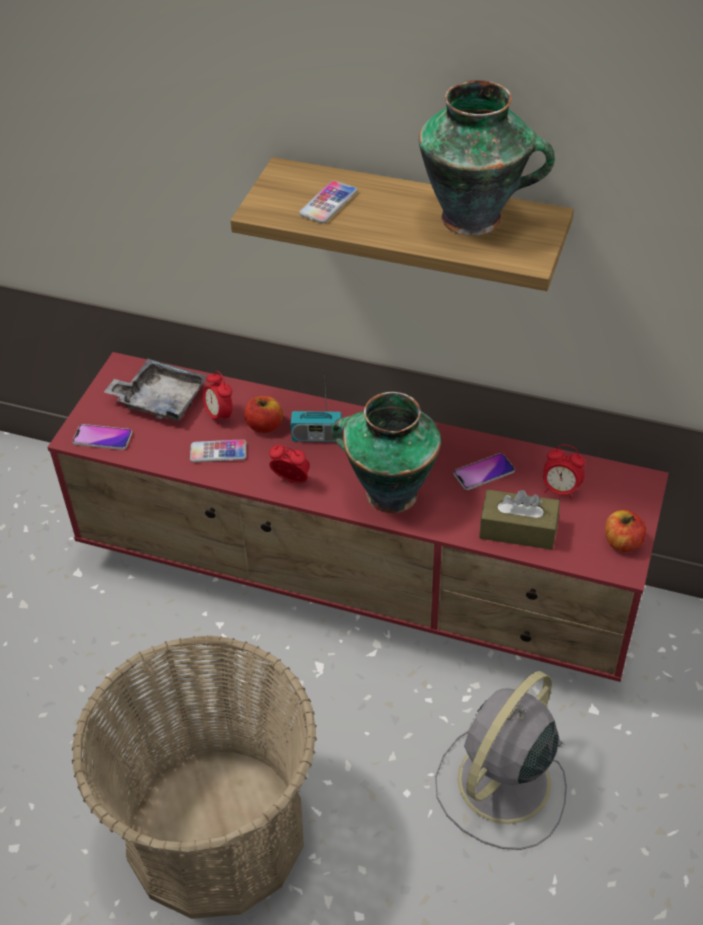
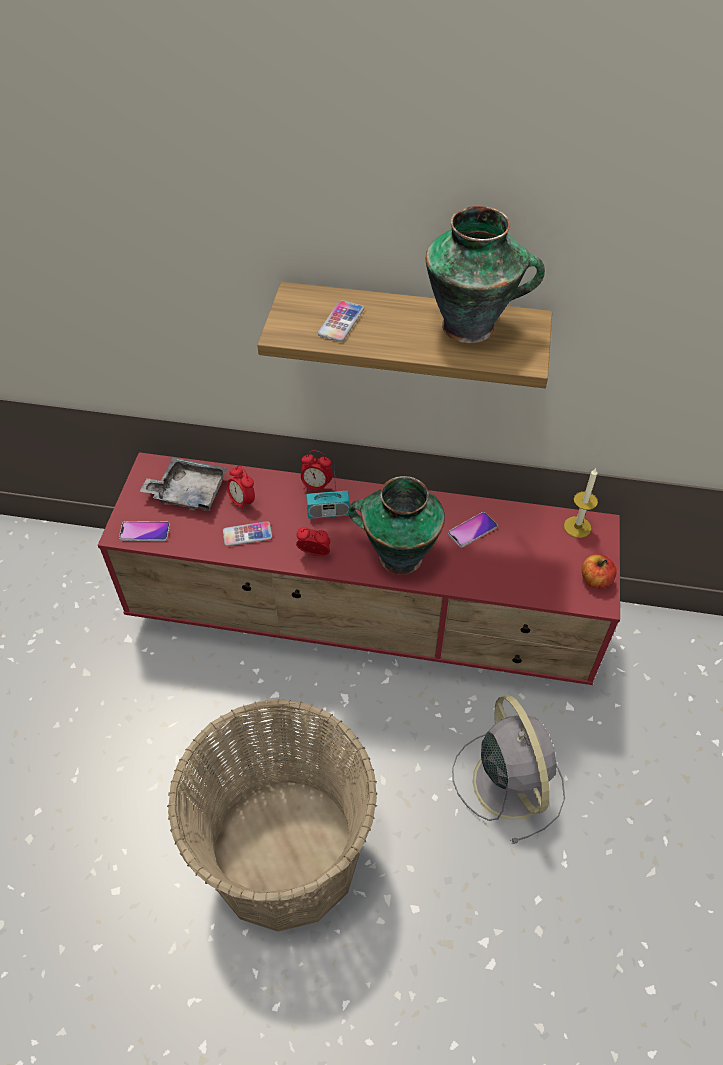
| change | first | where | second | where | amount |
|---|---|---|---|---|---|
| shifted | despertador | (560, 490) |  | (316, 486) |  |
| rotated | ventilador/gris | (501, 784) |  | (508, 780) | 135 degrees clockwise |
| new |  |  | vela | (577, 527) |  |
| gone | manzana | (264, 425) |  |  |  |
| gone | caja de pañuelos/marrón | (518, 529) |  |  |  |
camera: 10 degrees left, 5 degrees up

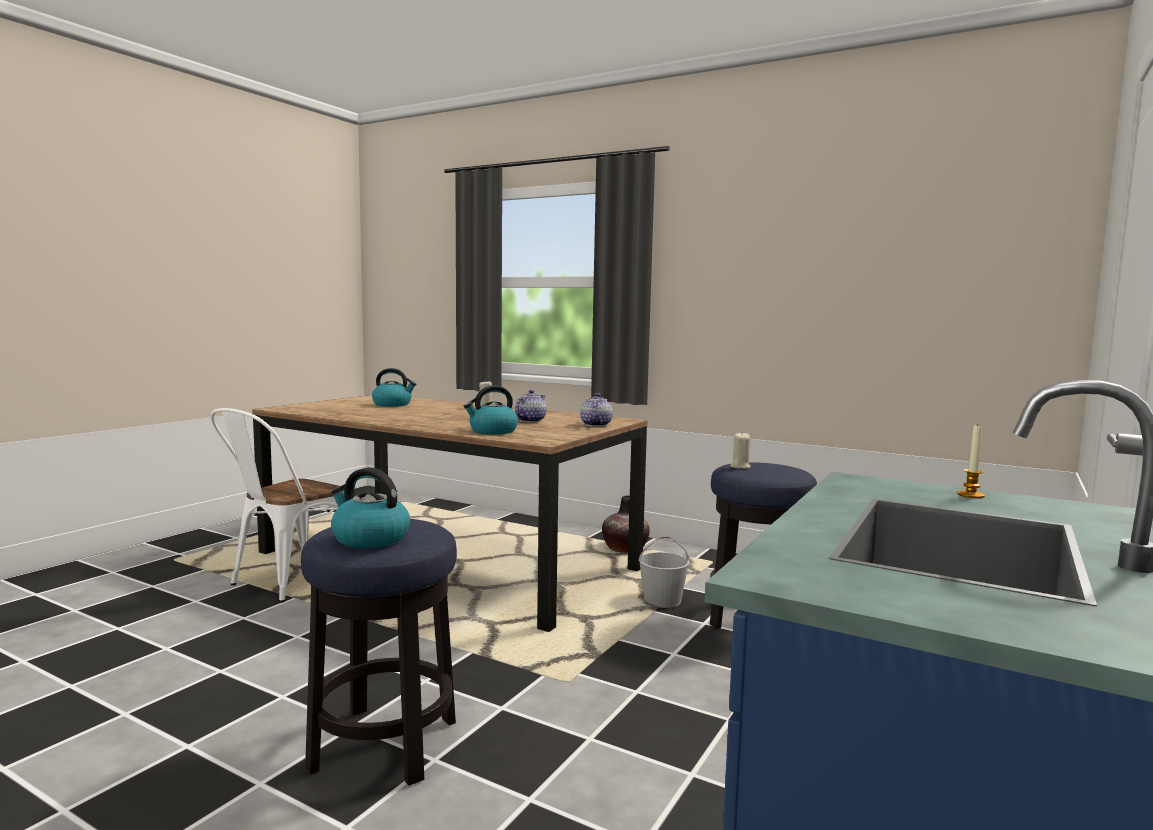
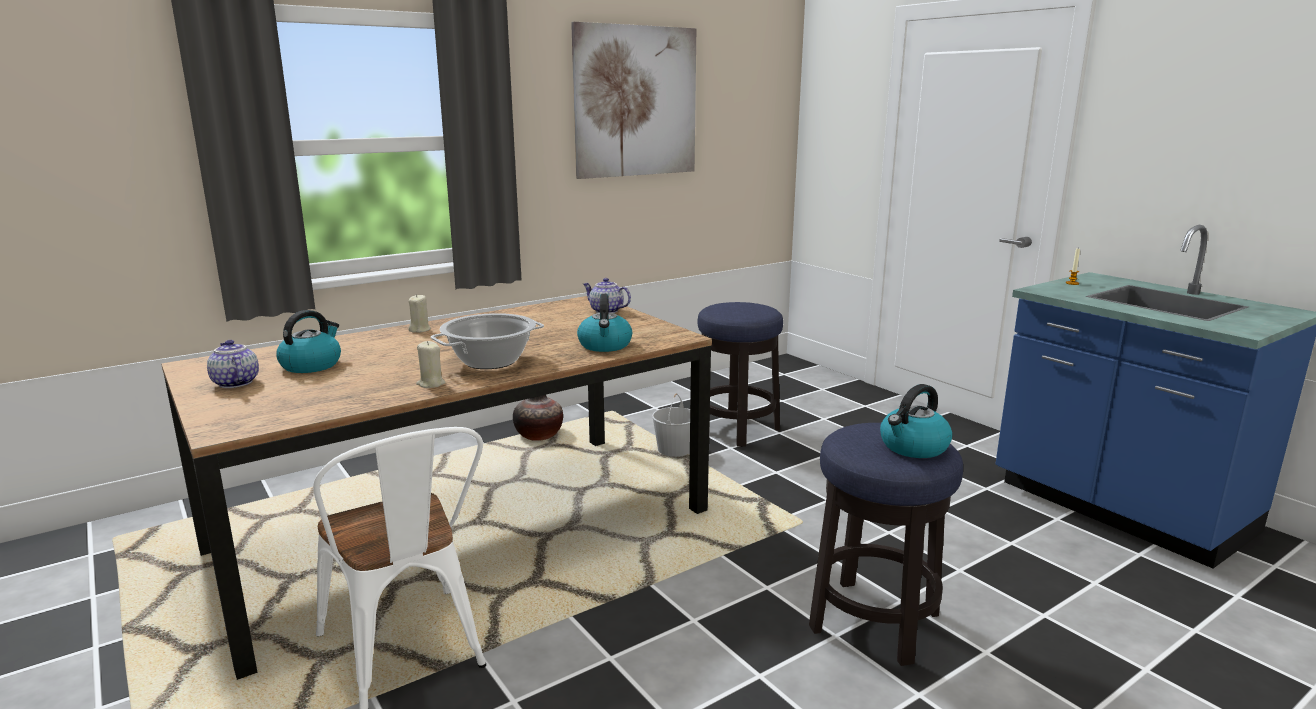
| change | first | where | second | where | amount |
|---|---|---|---|---|---|
| shifted | tetera | (530, 420) |  | (234, 383) |  |
| shifted | vela/beis | (740, 467) |  | (431, 384) |  |
| new |  |  | olla | (490, 361) |  |
| new |  |  | cuadro | (636, 102) |  |
camera: 65 degrees left, 10 degrees up

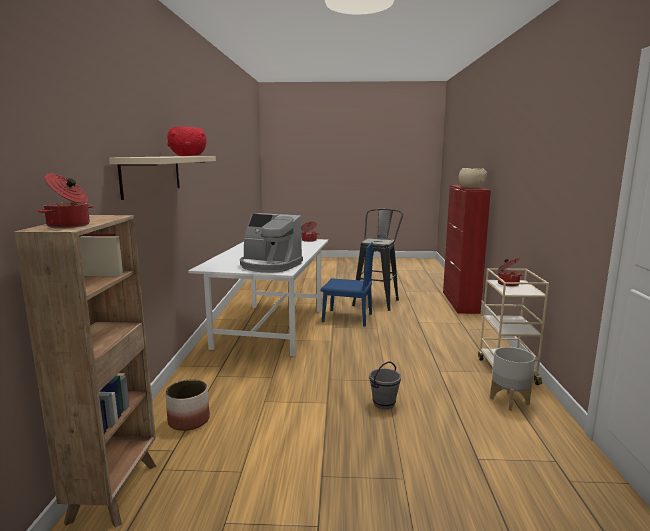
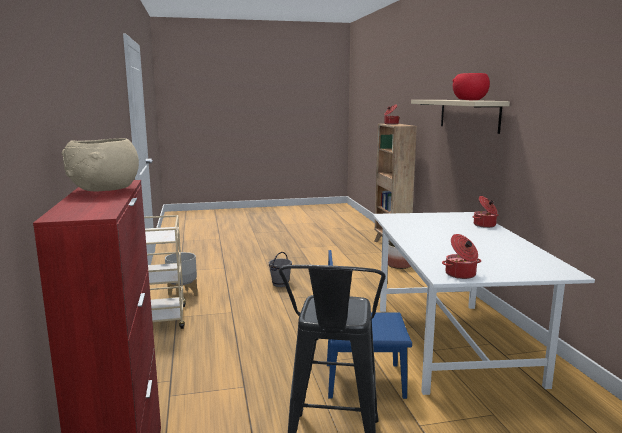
| change | first | where | second | where | amount |
|---|---|---|---|---|---|
| shifted | olla | (507, 283) |  | (485, 225) |  |
| gone | cafetera | (270, 265) |  |  |  |
camera: 165 degrees right, 0 degrees up

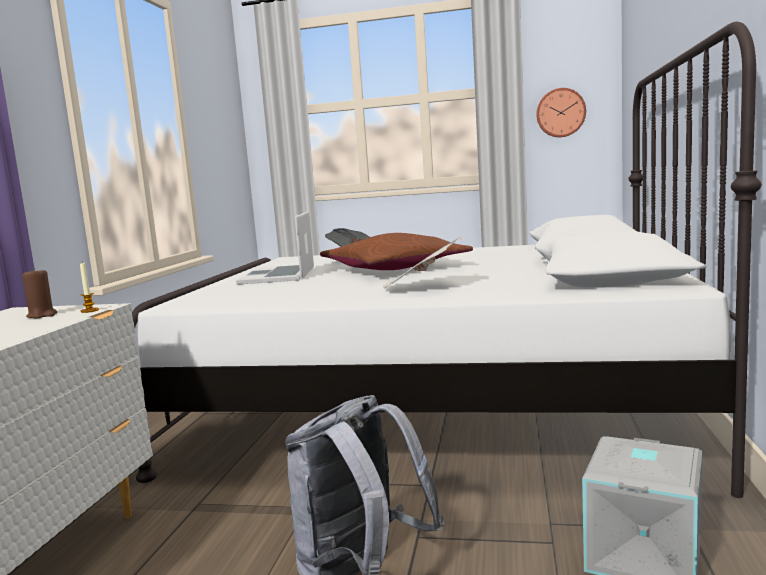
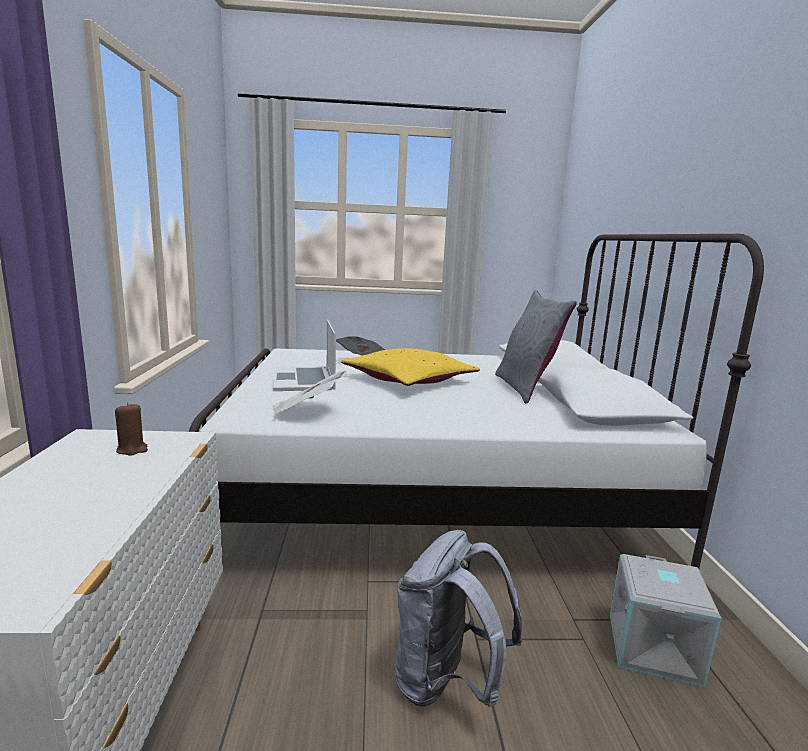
| change | first | where | second | where | amount |
|---|---|---|---|---|---|
| shifted | periódico | (420, 287) |  | (306, 412) |  |
| repainted | cojín/marrón | (394, 268) | cojín/amarillo | (409, 380) |  |
| new |  |  | cojín/gris | (526, 388) |  |
| gone | vela | (89, 311) |  |  |  |
| gone | reloj de pared | (560, 113) |  |  |  |
camera: 15 degrees left, 5 degrees up

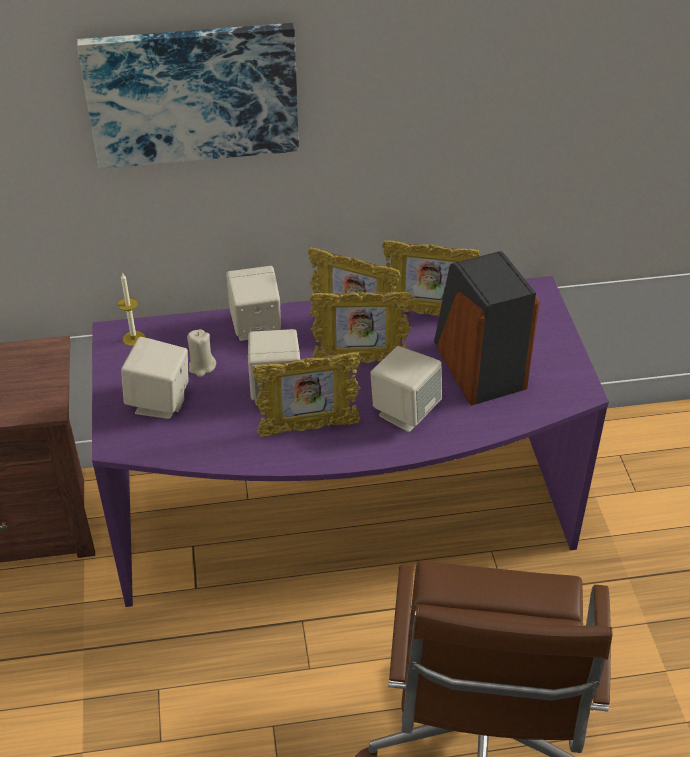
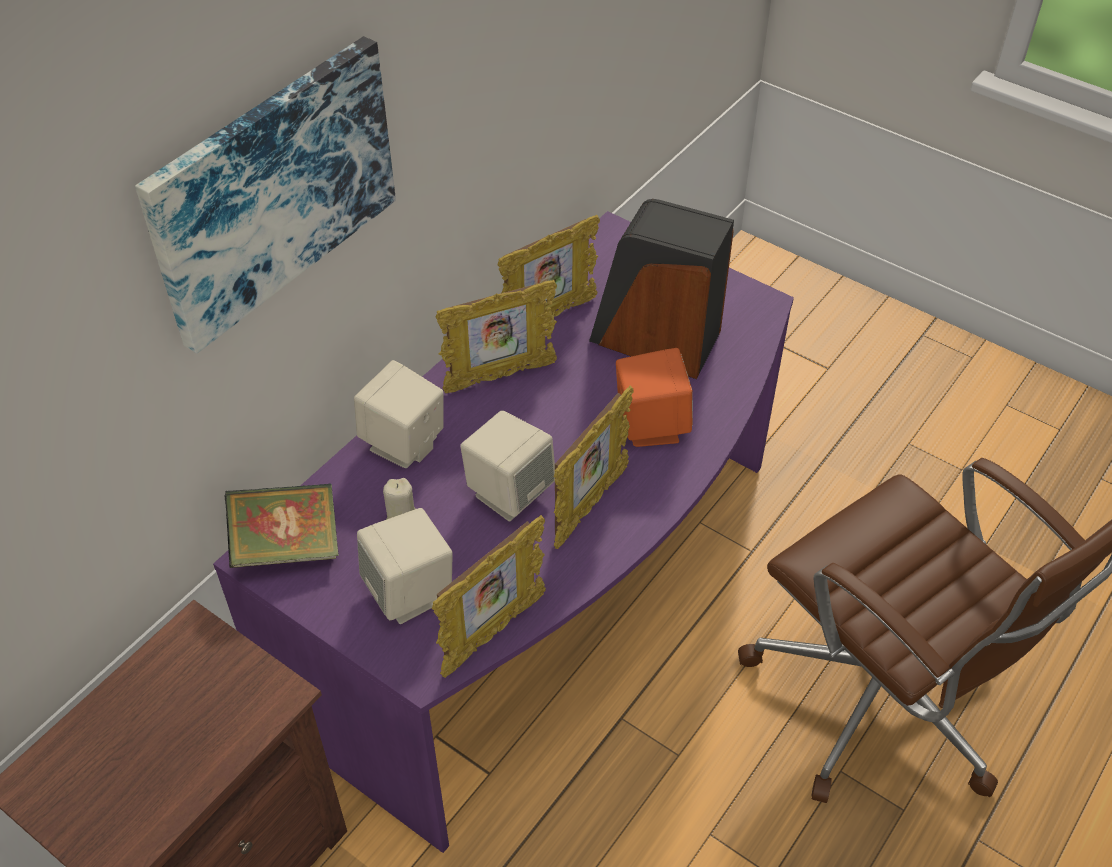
| change | first | where | second | where | amount |
|---|---|---|---|---|---|
| swapped | vela | (133, 338) | libro | (287, 547) |  |
| shifted | portarretratos | (360, 362) |  | (492, 633) |  |
| repainted | altavoz/beis | (405, 411) | altavoz/naranja | (650, 425) |  |
camera: 45 degrees left, 5 degrees up

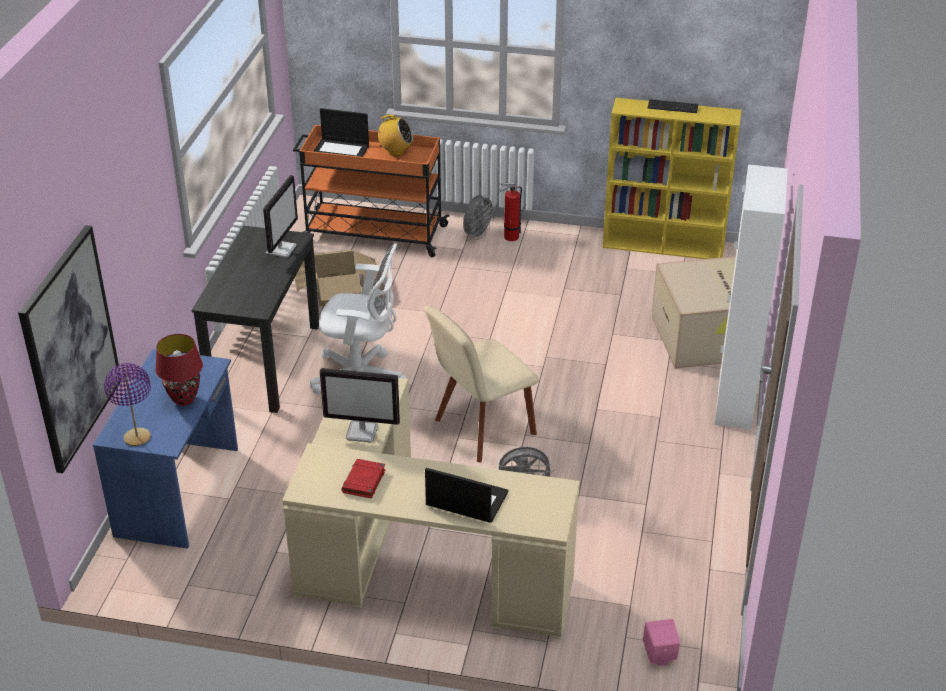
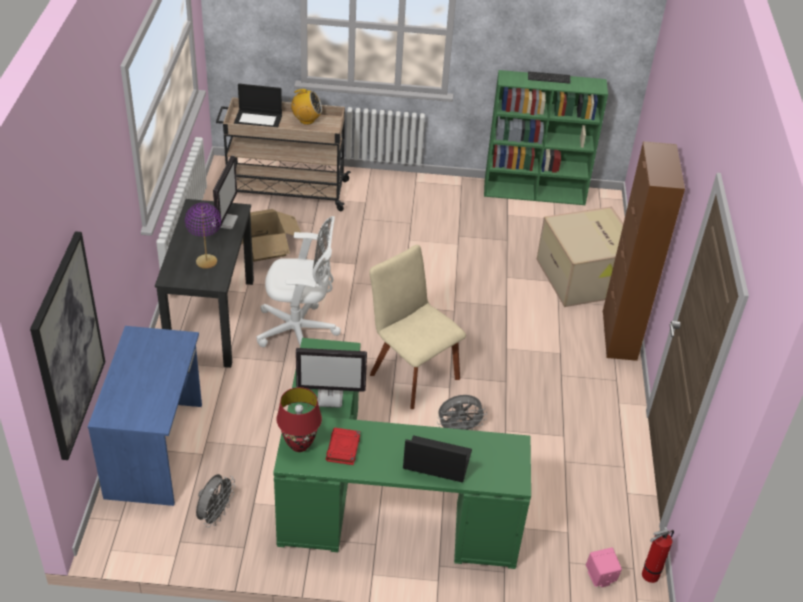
| change | first | where | second | where | amount |
|---|---|---|---|---|---|
| shifted | lámpara de mesa/morado | (137, 437) |  | (206, 262) |  |
| shifted | ventilador/gris | (477, 235) |  | (215, 515) |  |
| repainted | carrito/naranja | (372, 234) | carrito/beis | (284, 190) |  |
| repainted | escritorio/beis | (412, 560) | escritorio/verde | (375, 503) |  |
| shifted | lámpara de mesa/rojo | (184, 399) |  | (299, 445) |  |
| rotated | silla/beis | (481, 429) |  | (412, 373) | 90 degrees clockwise |
| repainted | estantería/amarillo | (664, 245) | estantería/verde | (535, 192) |  |
| repainted | armario/blanco | (735, 401) | armario/marrón | (619, 335) |  |
| shifted | extintor | (509, 237) |  | (648, 576) |  |
camera: 10 degrees left, 5 degrees up

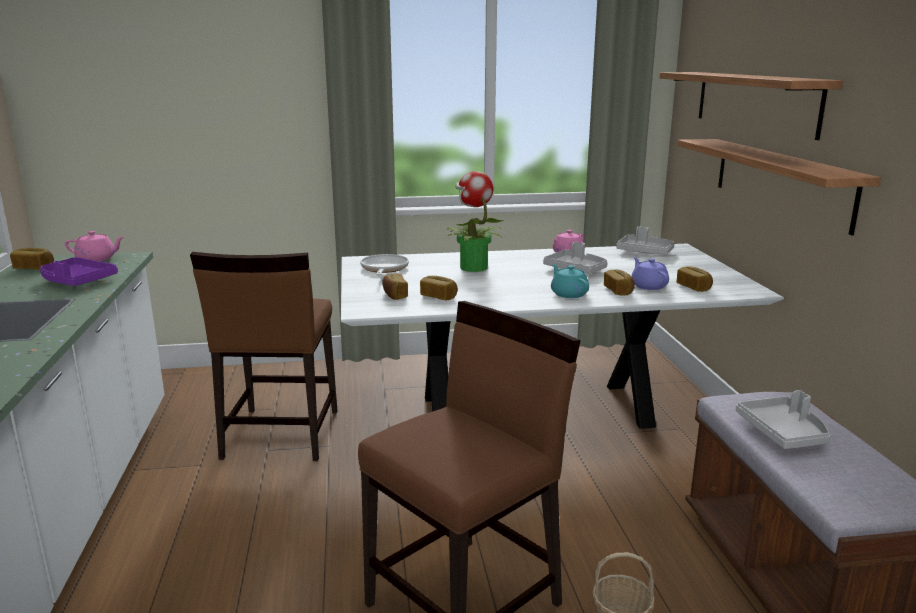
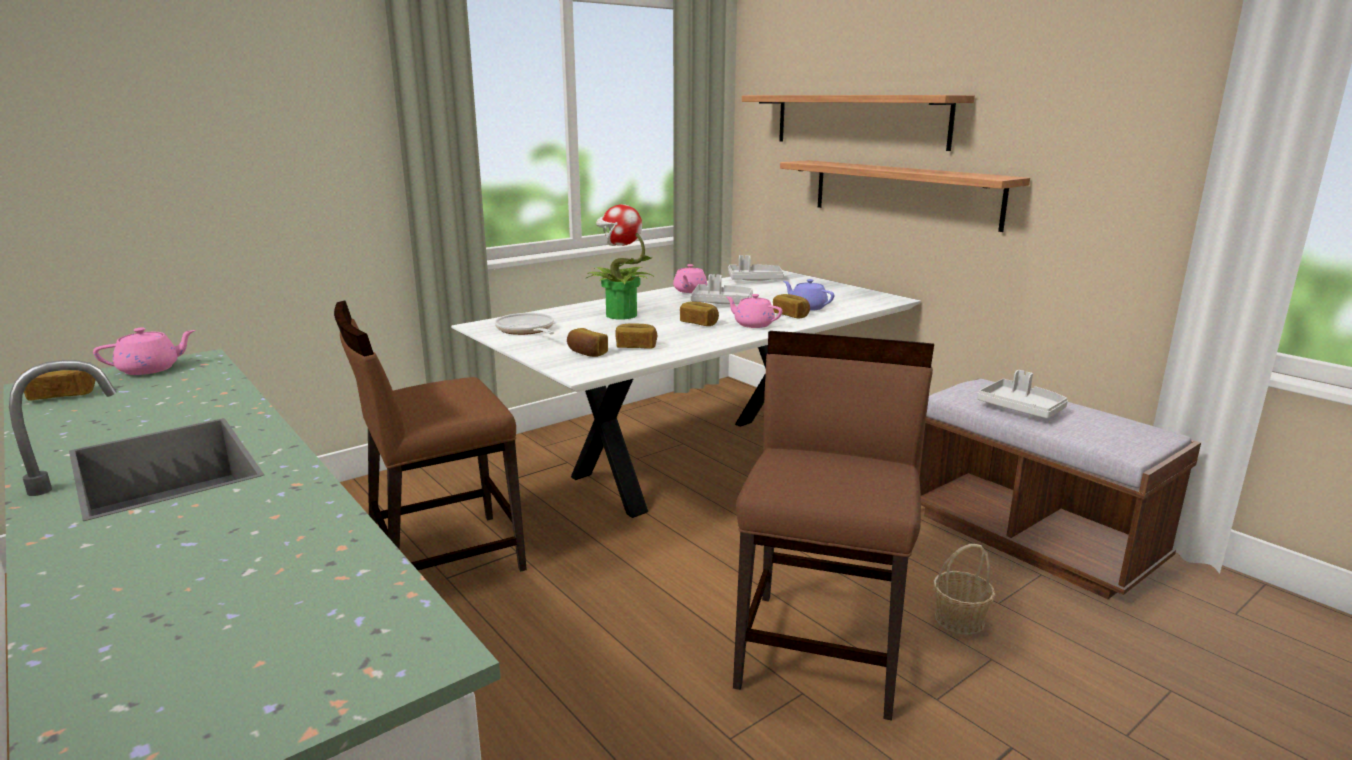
| change | first | where | second | where | amount |
|---|---|---|---|---|---|
| rotated | silla/marrón | (280, 434) |  | (443, 557) | 90 degrees clockwise |
| shifted | pan | (694, 287) |  | (699, 323) |  |
| repainted | tetera/turquesa | (568, 294) | tetera/rosa | (753, 324) |  |
| gone | bandeja/morado | (77, 281) |  |  |  |
camera: 30 degrees left, 0 degrees up

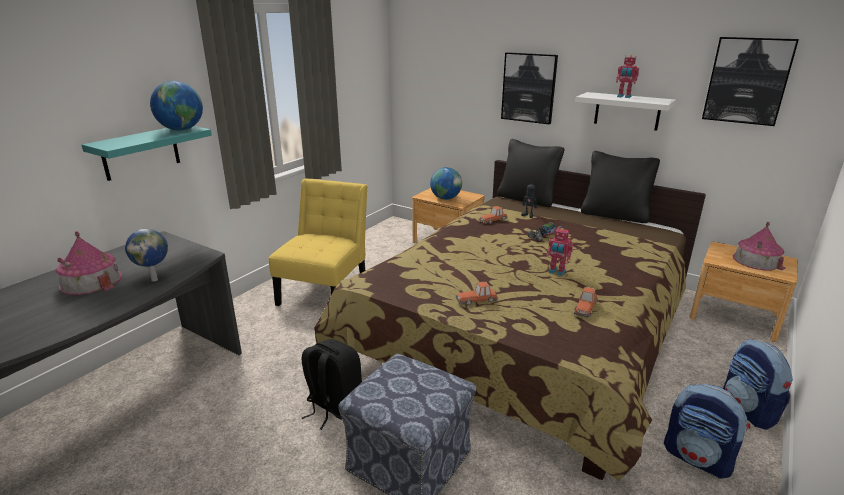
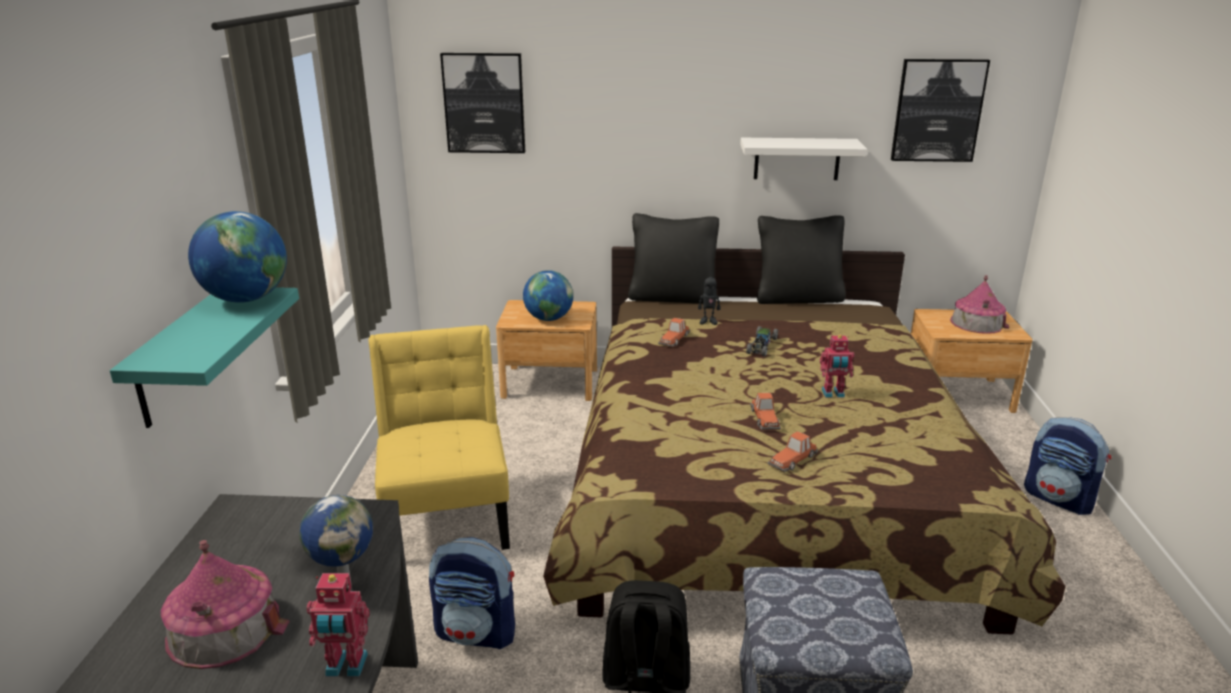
| change | first | where | second | where | amount |
|---|---|---|---|---|---|
| shifted | robot de juguete | (623, 97) |  | (346, 667) |  |
| shifted | mochila | (698, 458) |  | (477, 632) |  |
| shifted | cuadro | (529, 88) |  | (484, 103) |  |
| shifted | coche de juguete | (585, 307) |  | (764, 418) |  |
camera: 30 degrees left, 0 degrees up

